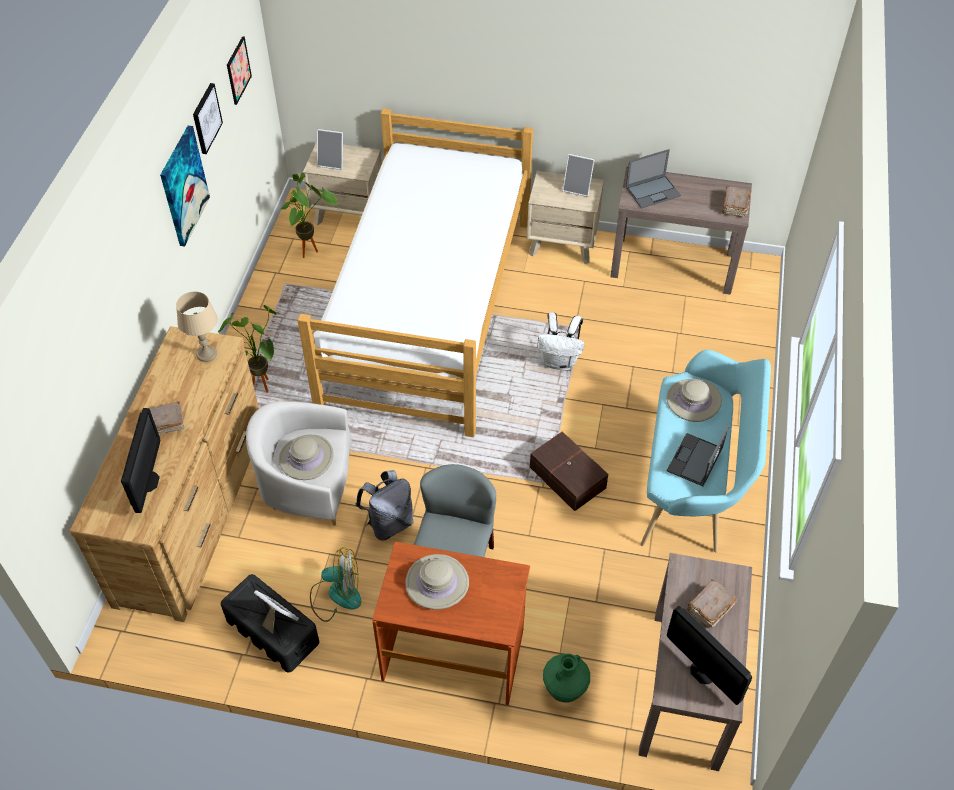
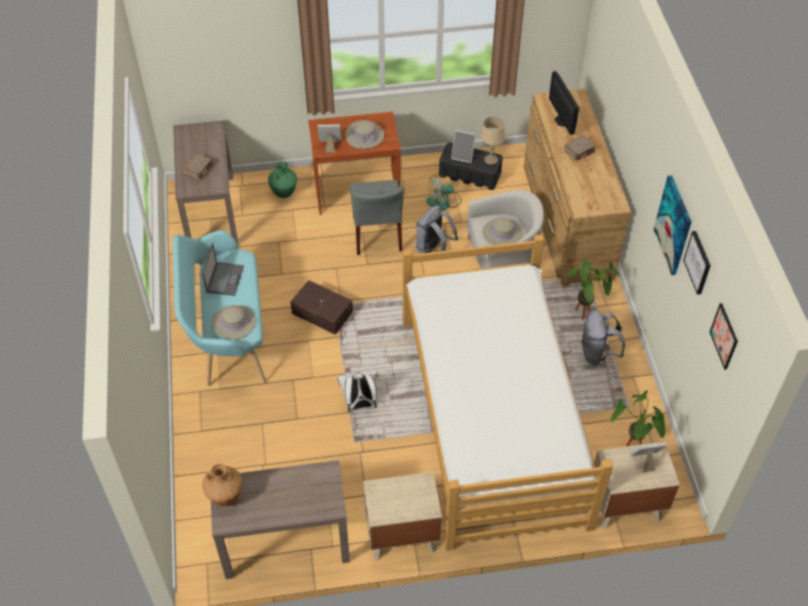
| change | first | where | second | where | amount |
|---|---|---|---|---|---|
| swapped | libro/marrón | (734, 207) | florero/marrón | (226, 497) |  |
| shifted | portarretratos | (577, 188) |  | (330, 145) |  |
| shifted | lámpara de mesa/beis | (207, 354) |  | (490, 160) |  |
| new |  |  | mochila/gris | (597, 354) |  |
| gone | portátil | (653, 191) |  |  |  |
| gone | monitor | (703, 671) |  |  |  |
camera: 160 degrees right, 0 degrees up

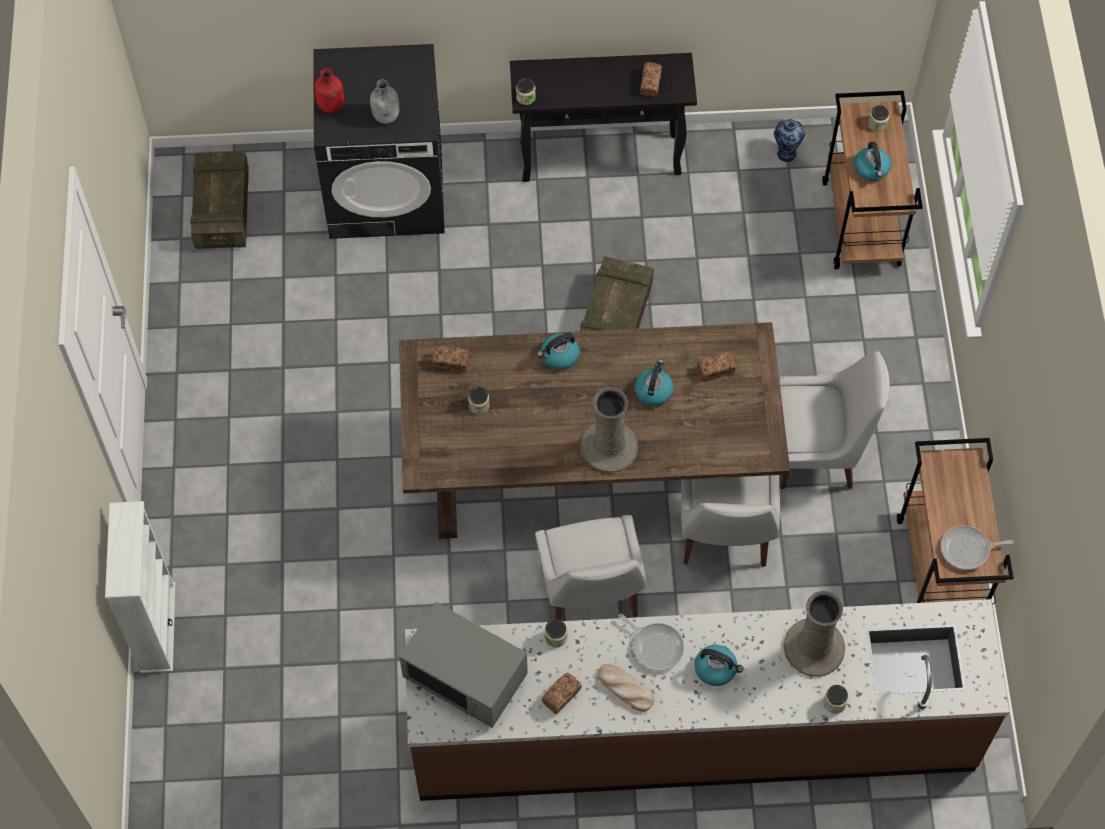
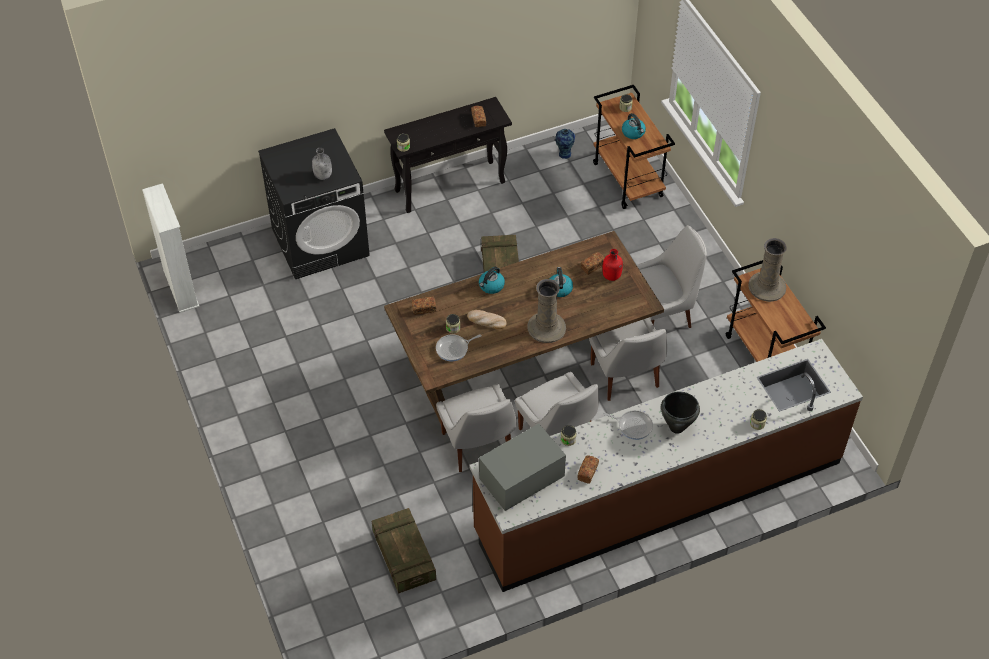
| change | first | where | second | where | amount |
|---|---|---|---|---|---|
| shifted | estantería/blanco | (157, 627) |  | (181, 288) |  |
| shifted | caja de embalaje | (222, 210) |  | (404, 557) |  |
| shifted | sartén | (967, 550) |  | (454, 349) |  |
| new |  |  | silla/blanco | (478, 446) |  |
| shifted | pan | (625, 688) |  | (486, 321) |  |
| rotated | microondas/gris | (466, 676) |  | (521, 480) | 135 degrees clockwise |
| shifted | botella/rojo | (331, 106) |  | (611, 276) |  |
| swapped | hervidor | (716, 669) | olla/negro | (676, 427) |  |
| shifted | florero/beis | (814, 648) |  | (767, 287) |  |
camera: 20 degrees left, 10 degrees down

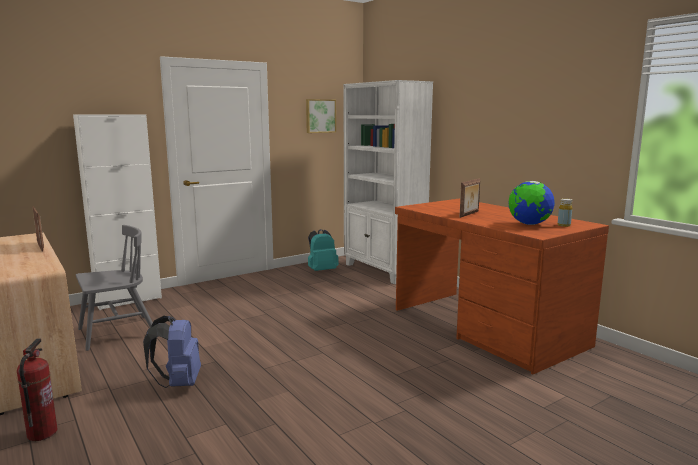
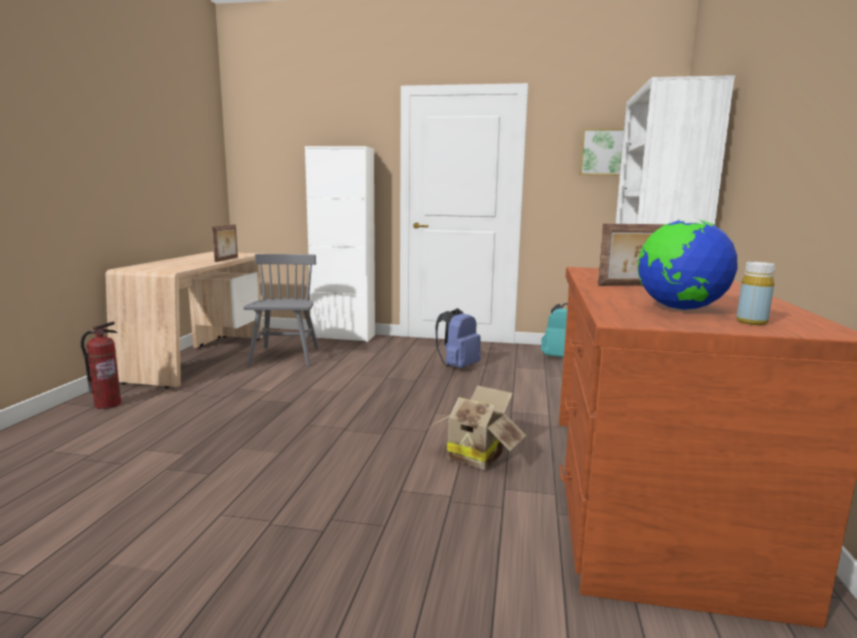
| change | first | where | second | where | amount |
|---|---|---|---|---|---|
| rotated | silla/gris | (117, 332) |  | (285, 356) | 105 degrees counterclockwise |
| new |  |  | caja de cartón | (475, 455) |  |
| shifted | mochila/azul | (178, 383) |  | (458, 367) |  |
camera: 45 degrees right, 0 degrees up

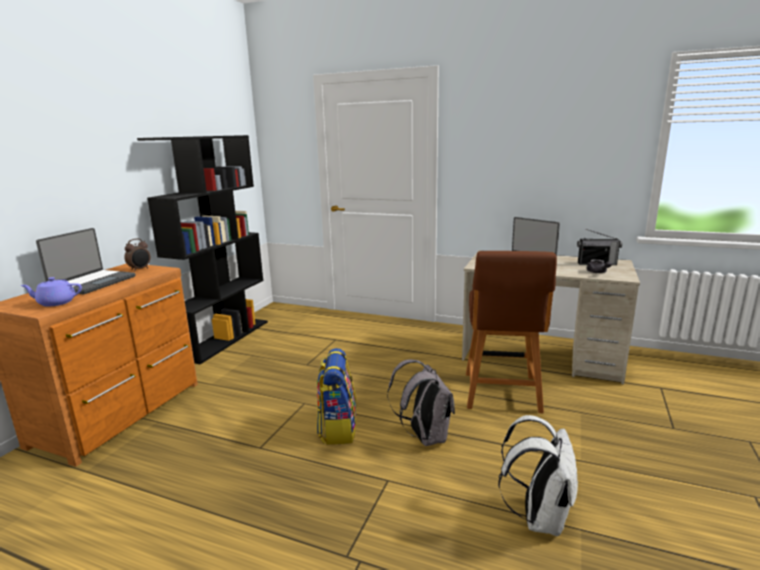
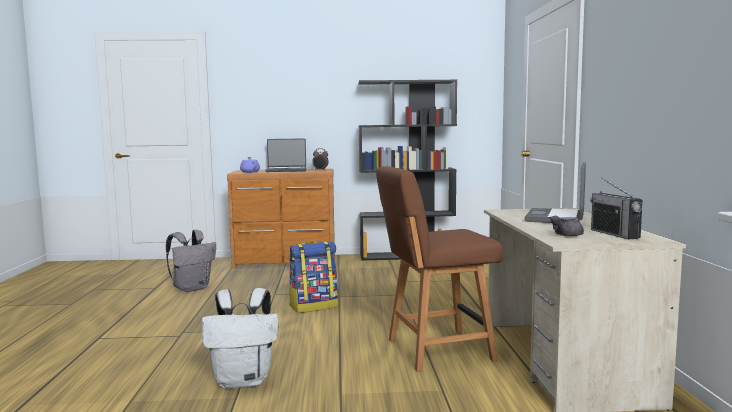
| change | first | where | second | where | amount |
|---|---|---|---|---|---|
| shifted | mochila/gris | (424, 436) |  | (192, 288) |  |
camera: 65 degrees right, 10 degrees down

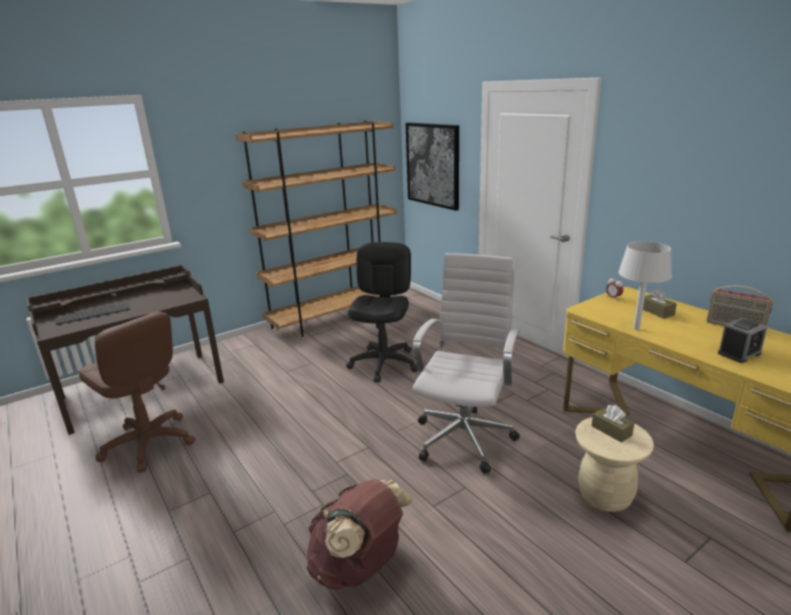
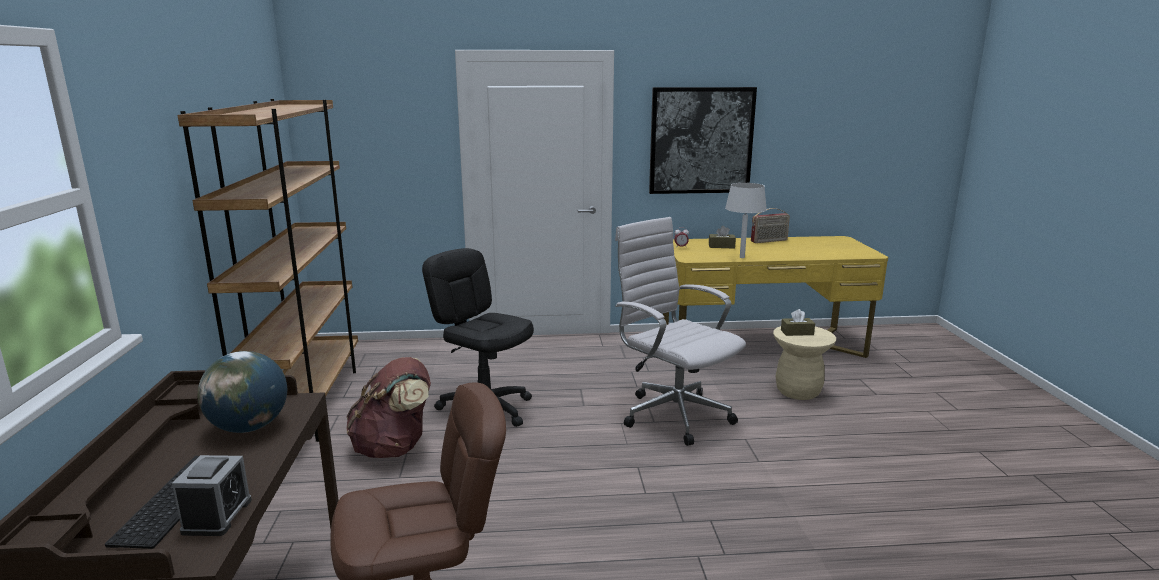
| change | first | where | second | where | amount |
|---|---|---|---|---|---|
| shifted | despertador | (739, 353) |  | (217, 516) |  |
| new |  |  | globo terráqueo | (249, 427) |  |
| shifted | mochila/marrón | (359, 566) |  | (394, 448) |  |
| shifted | cuadro | (433, 165) |  | (701, 141) |  |
camera: 60 degrees left, 5 degrees down

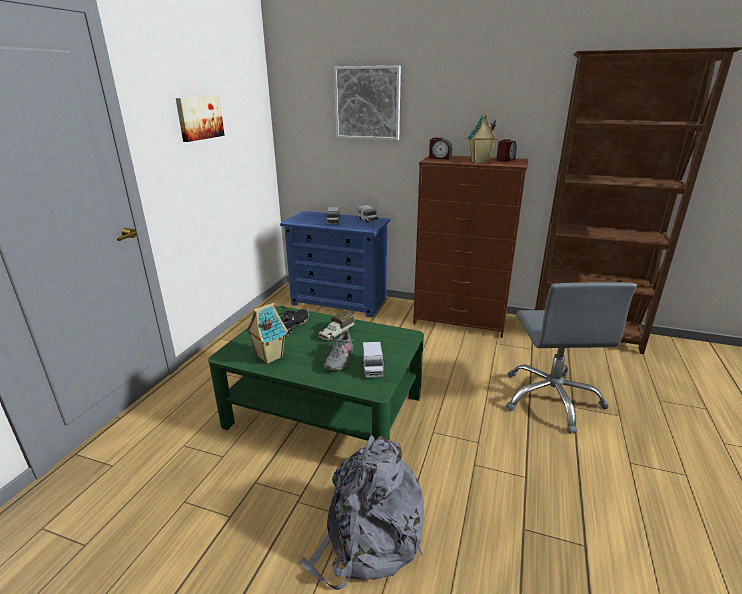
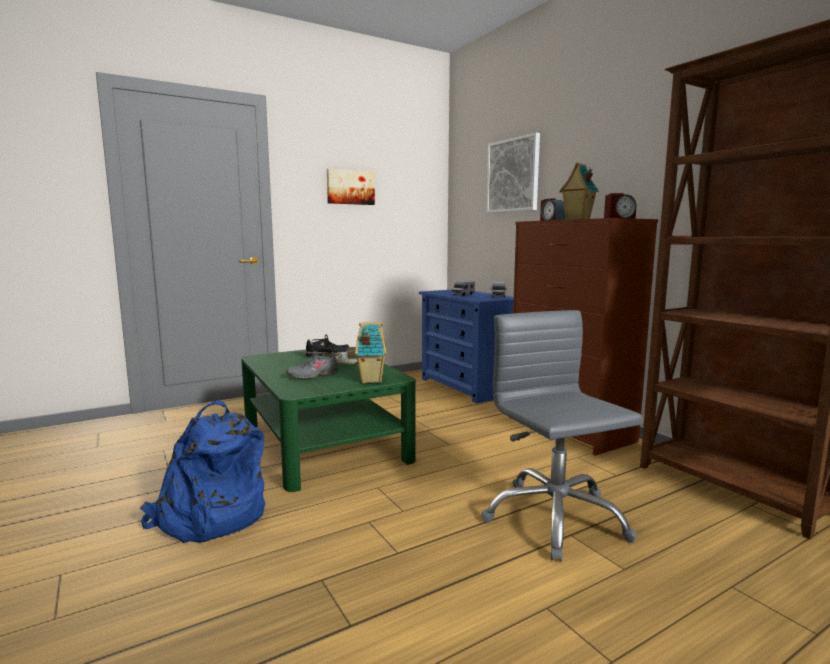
| change | first | where | second | where | amount |
|---|---|---|---|---|---|
| repainted | mochila/gris | (368, 538) | mochila/azul | (210, 517) |  |
| shifted | casita | (268, 357) |  | (370, 380) |  |
| rotated | silla de oficina/gris | (551, 399) |  | (554, 518) | 120 degrees clockwise |
| gone | camión de juguete | (372, 368) |  |  |  |
camera: 40 degrees right, 15 degrees down

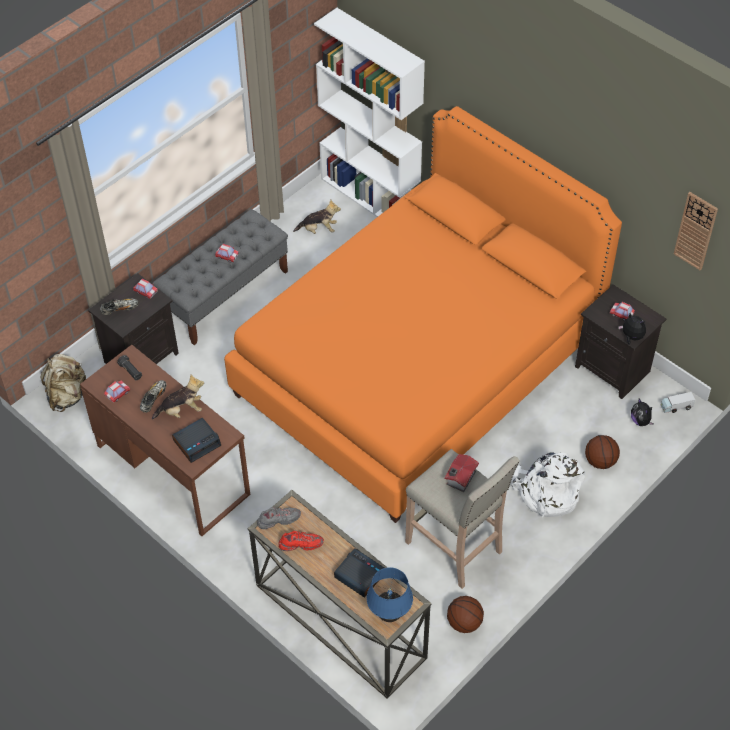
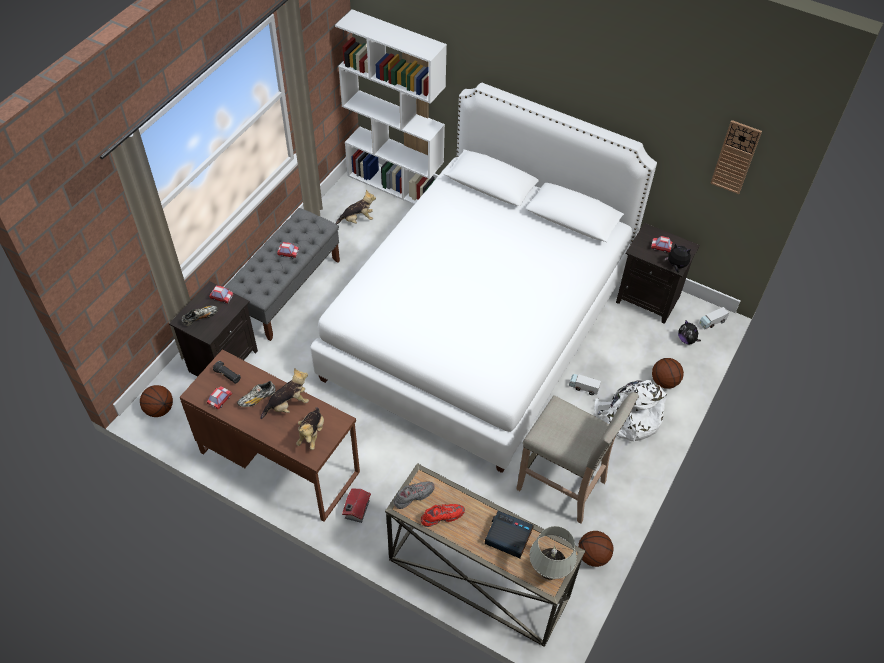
| change | first | where | second | where | amount |
|---|---|---|---|---|---|
| swapped | mochila/beis | (67, 395) | balón de baloncesto | (159, 409) |  |
| rotated | zapato | (153, 399) |  | (257, 398) | 135 degrees counterclockwise |
| swapped | despertador | (197, 442) | peluche | (312, 434) |  |
| repainted | cama/naranja | (417, 365) | cama/blanco | (479, 324) |  |
| shifted | casita | (460, 478) |  | (356, 510) |  |
| repainted | lámpara de mesa/azul | (389, 615) | lámpara de mesa/blanco | (548, 571) |  |
| new |  |  | camión de juguete | (583, 387) |  |
camera: 15 degrees left, 0 degrees up

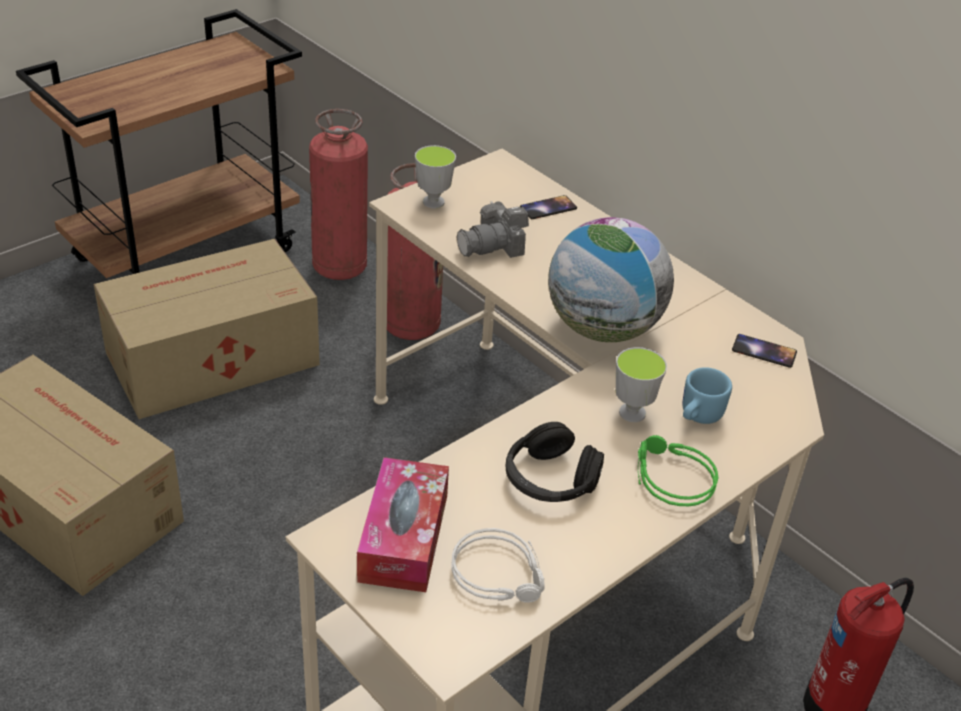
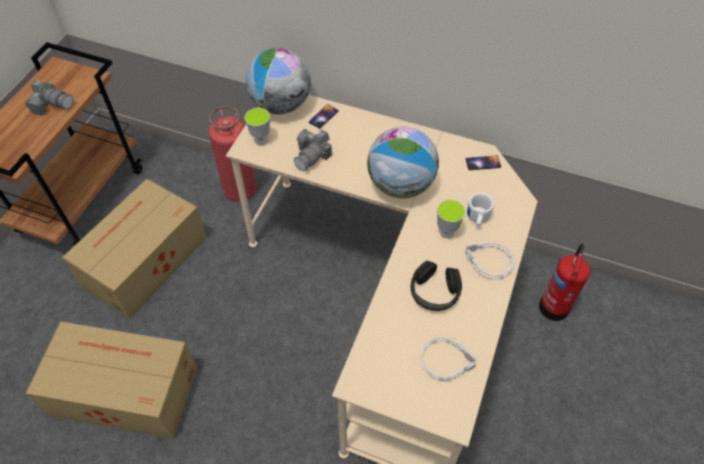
| change | first | where | second | where | amount |
|---|---|---|---|---|---|
| new |  |  | cámara | (52, 104) |  |
| new |  |  | globo terráqueo | (281, 105) |  |
| repainted | auriculares/verde | (669, 478) | auriculares/gris | (487, 263) |  |
| repainted | taza grande/azul | (697, 416) | taza grande/blanco | (477, 219) |  |
| gone | extintor | (339, 267) |  |  |  |
| gone | caja de pañuelos | (403, 537) |  |  |  |
camera: 25 degrees left, 15 degrees up

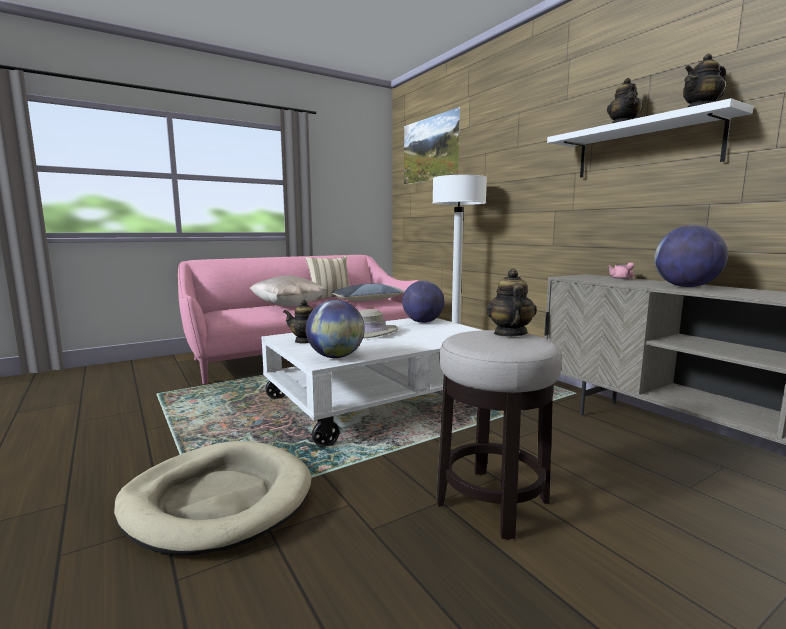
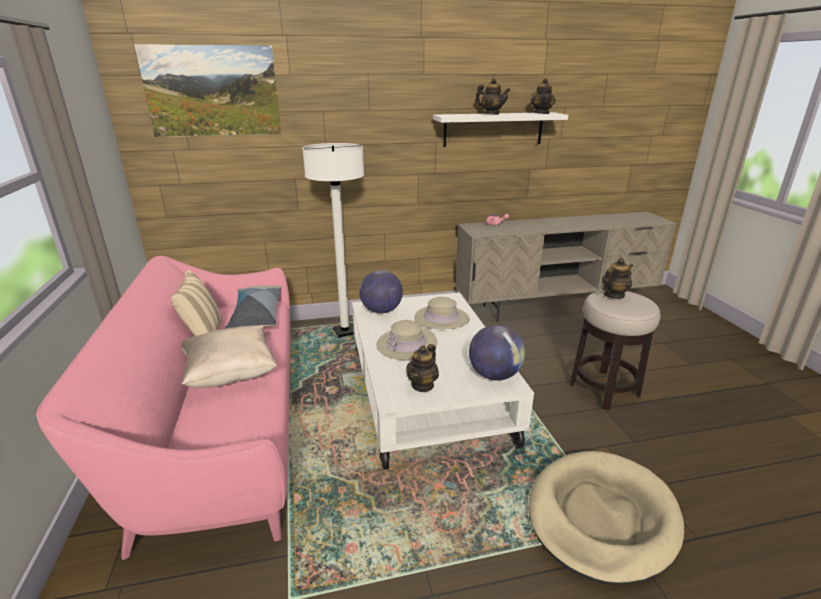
| change | first | where | second | where | amount |
|---|---|---|---|---|---|
| new |  |  | sombrero/beis | (441, 319) |  |
| rotated | tetera | (509, 334) |  | (613, 295) | 120 degrees clockwise |
| gone | globo terráqueo | (685, 287) |  |  |  |
camera: 70 degrees left, 15 degrees up

